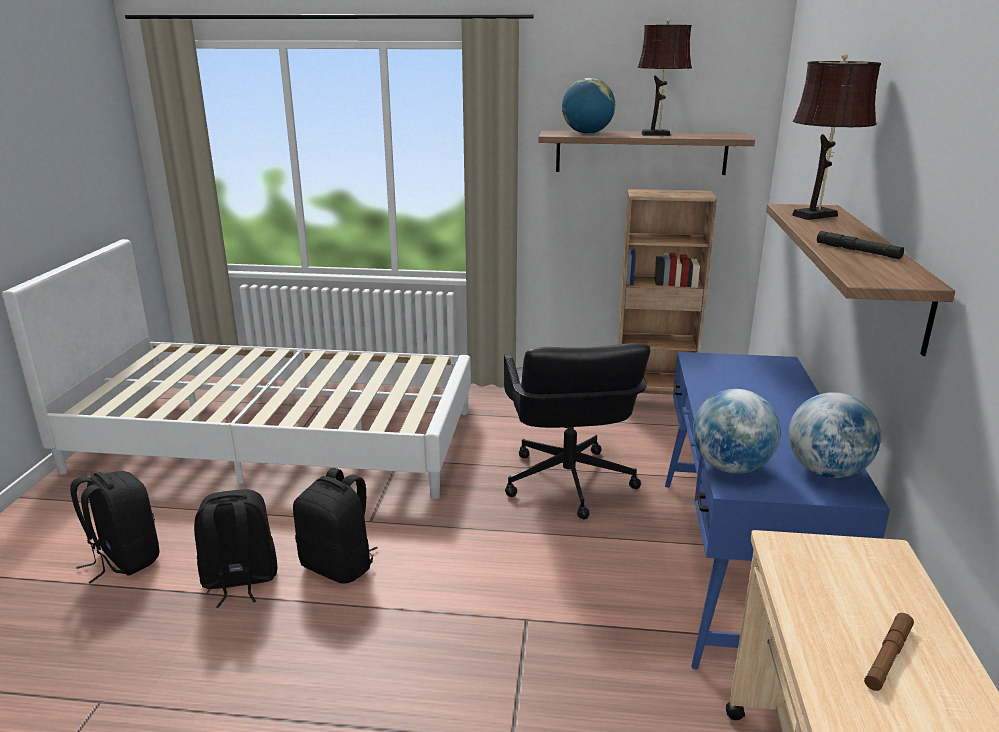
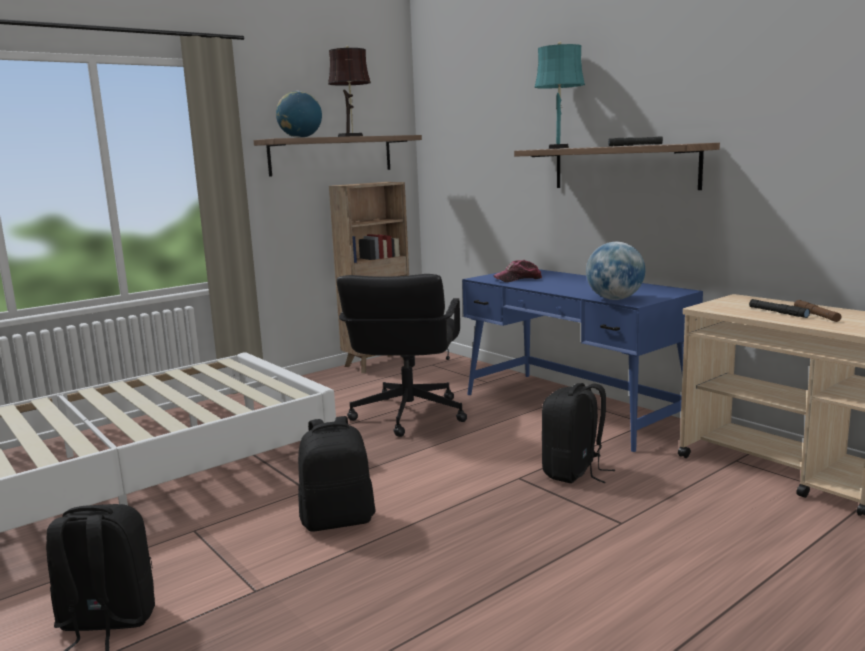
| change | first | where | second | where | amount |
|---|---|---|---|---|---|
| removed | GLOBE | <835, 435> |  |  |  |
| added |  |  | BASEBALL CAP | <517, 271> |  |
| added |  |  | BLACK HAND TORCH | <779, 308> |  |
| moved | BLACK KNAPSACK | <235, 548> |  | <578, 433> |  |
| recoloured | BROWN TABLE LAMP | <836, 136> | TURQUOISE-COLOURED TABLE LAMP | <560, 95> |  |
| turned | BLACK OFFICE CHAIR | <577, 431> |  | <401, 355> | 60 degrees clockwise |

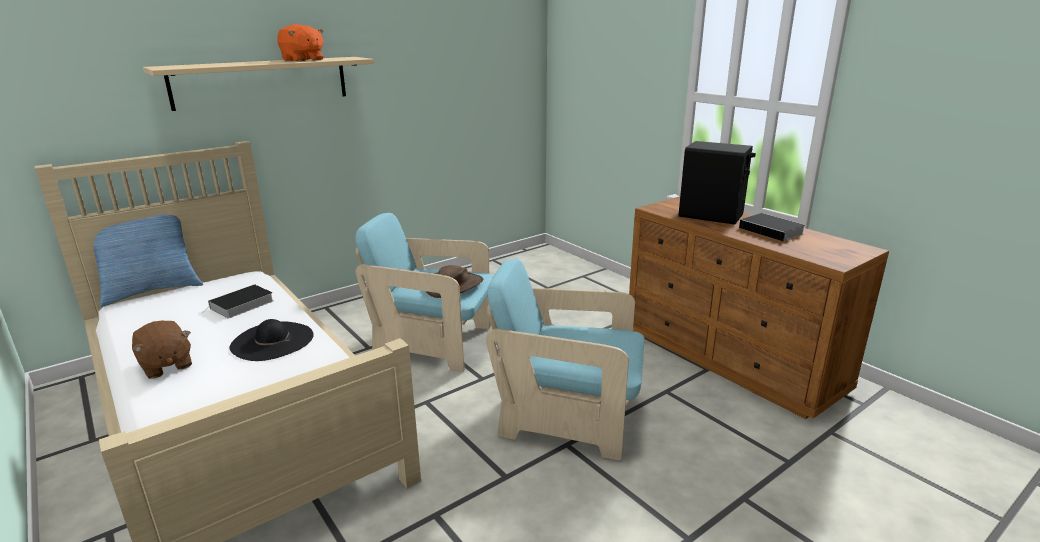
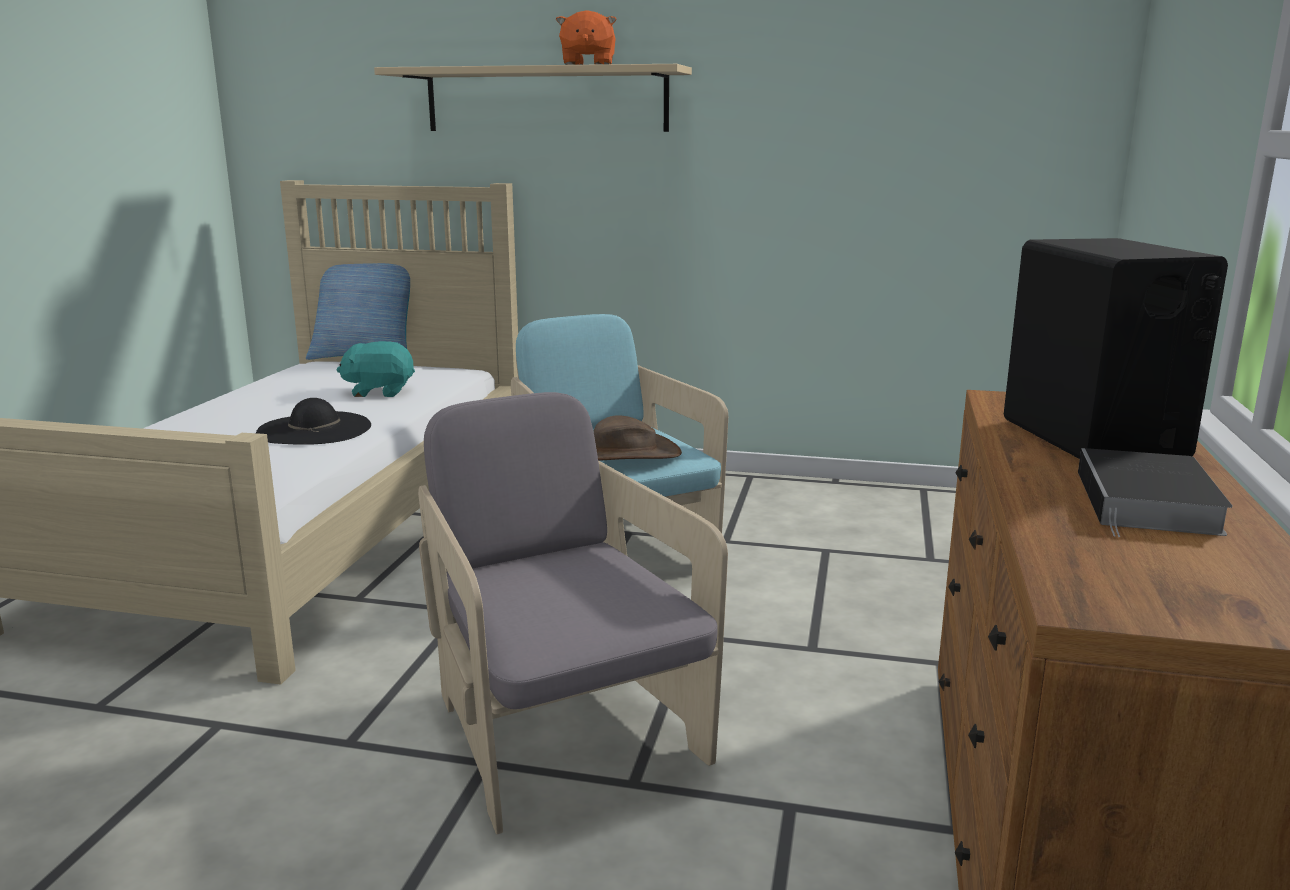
| change | first | where | second | where | amount |
|---|---|---|---|---|---|
| removed | BROWN CUDDLY TOY | <162, 350> |  |  |  |
| replaced | VOLUME | <239, 301> | TURQUOISE-COLOURED CUDDLY TOY | <376, 369> |  |
| recoloured | TURQUOISE-COLOURED ARMCHAIR | <565, 360> | GREYISH ARMCHAIR | <573, 613> |  |

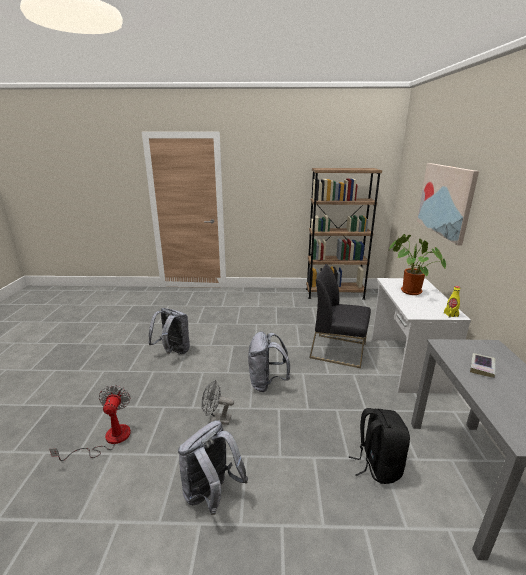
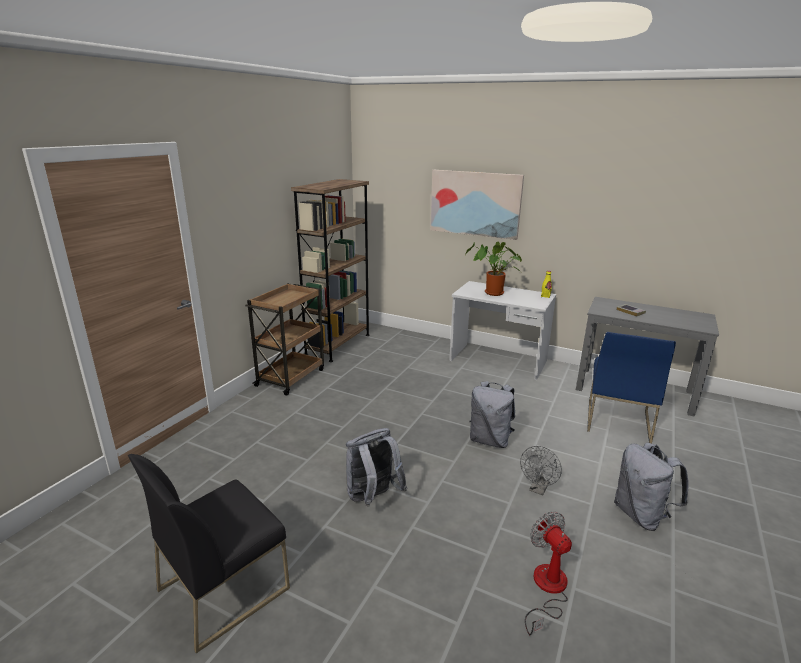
| change | first | where | second | where | amount |
|---|---|---|---|---|---|
| added |  |  | BROWN WHEELED CART | <284, 339> |  |
| moved | BLACK UPRIGHT CHAIR | <340, 316> |  | <209, 553> |  |
| replaced | BLACK KNAPSACK | <379, 446> | BLUE-COLOURED UPRIGHT CHAIR | <631, 387> |  |
| turned | ELECTRIC FAN | <90, 423> |  | <548, 573> | 45 degrees clockwise |

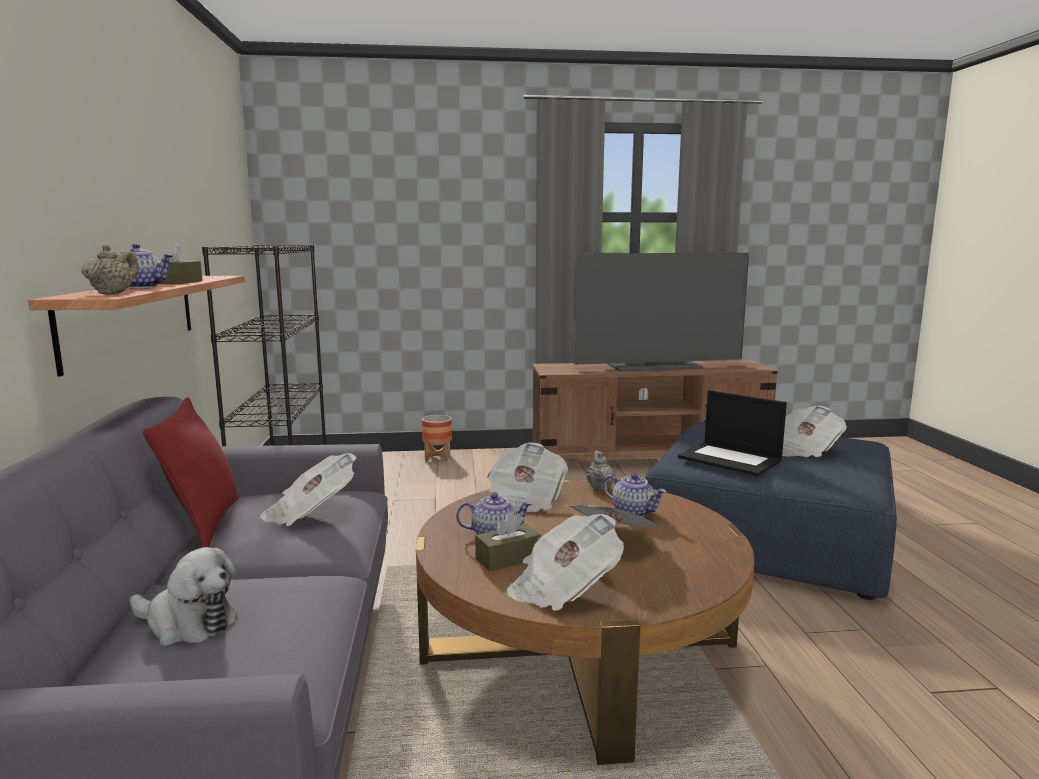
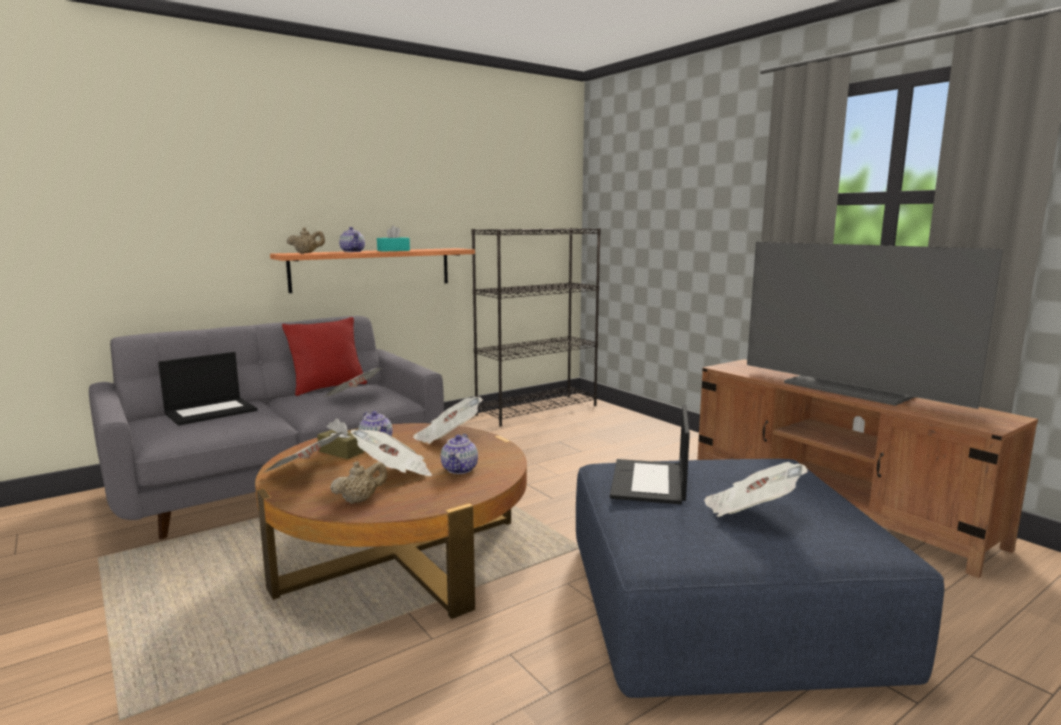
| change | first | where | second | where | amount |
|---|---|---|---|---|---|
| removed | PLANTER | <437, 438> |  |  |  |
| moved | BEIGE TEAPOT | <601, 470> |  | <358, 482> |  |
| replaced | CUDDLY TOY | <184, 596> | NOTEBOOK COMPUTER | <207, 389> |  |
| recoloured | BROWN TISSUE BOX | <181, 262> | TURQUOISE-COLOURED TISSUE BOX | <393, 239> |  |

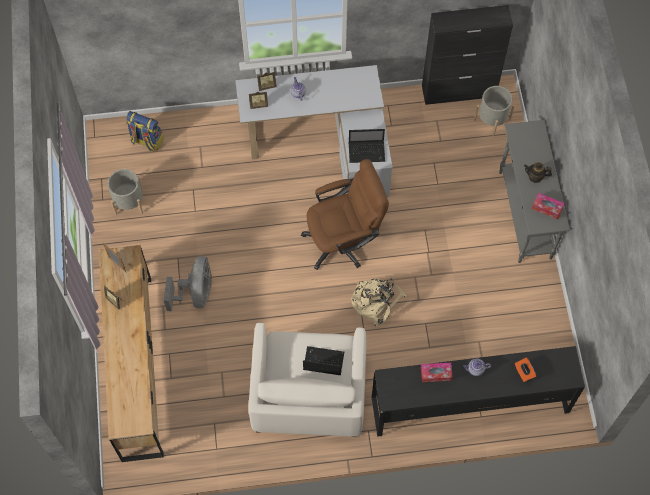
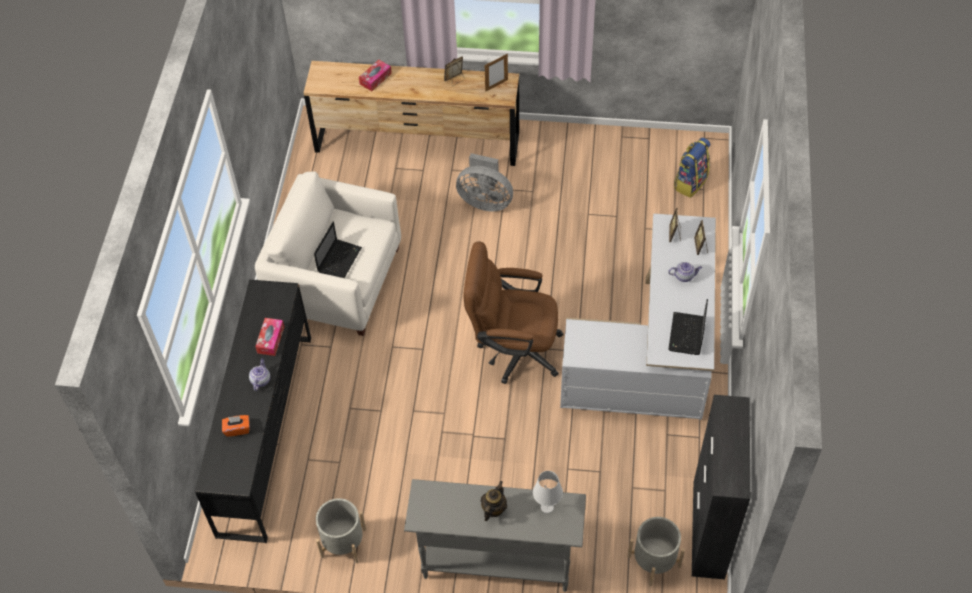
| change | first | where | second | where | amount |
|---|---|---|---|---|---|
| removed | BEIGE KNAPSACK | <378, 302> |  |  |  |
| added |  |  | WHITISH TABLE LAMP | <548, 492> |  |
| moved | GREYISH PLANTER | <125, 192> |  | <341, 530> |  |
| moved | NOTEBOOK COMPUTER | <367, 146> |  | <688, 327> |  |
| moved | TISSUE BOX | <548, 206> |  | <375, 75> |  |
| turned | BROWN OFFICE CHAIR | <345, 214> |  | <513, 313> | 105 degrees clockwise |

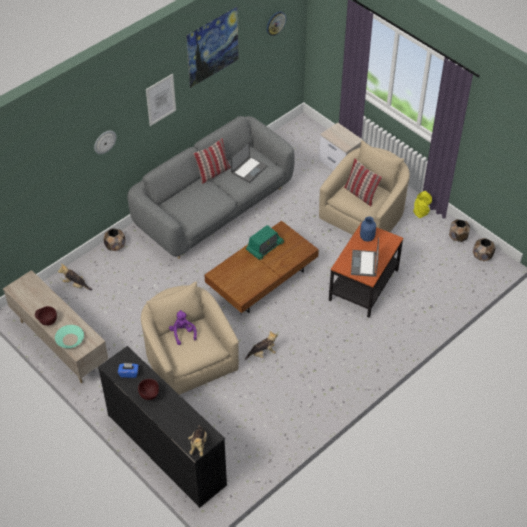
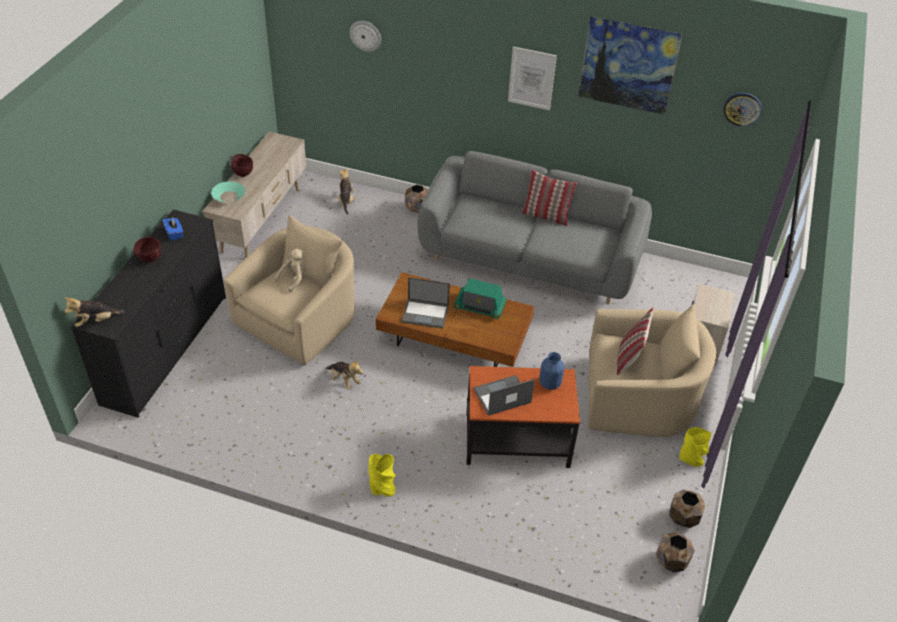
| change | first | where | second | where | amount |
|---|---|---|---|---|---|
| added |  |  | YELLOW DECORATIVE VASE | <382, 475> |  |
| moved | HANGING CLOCK | <105, 142> |  | <365, 36> |  |
| moved | NOTEBOOK COMPUTER | <249, 162> |  | <426, 302> |  |
| recoloured | PURPLISH CUDDLY TOY | <183, 327> | BEIGE CUDDLY TOY | <290, 270> |  |

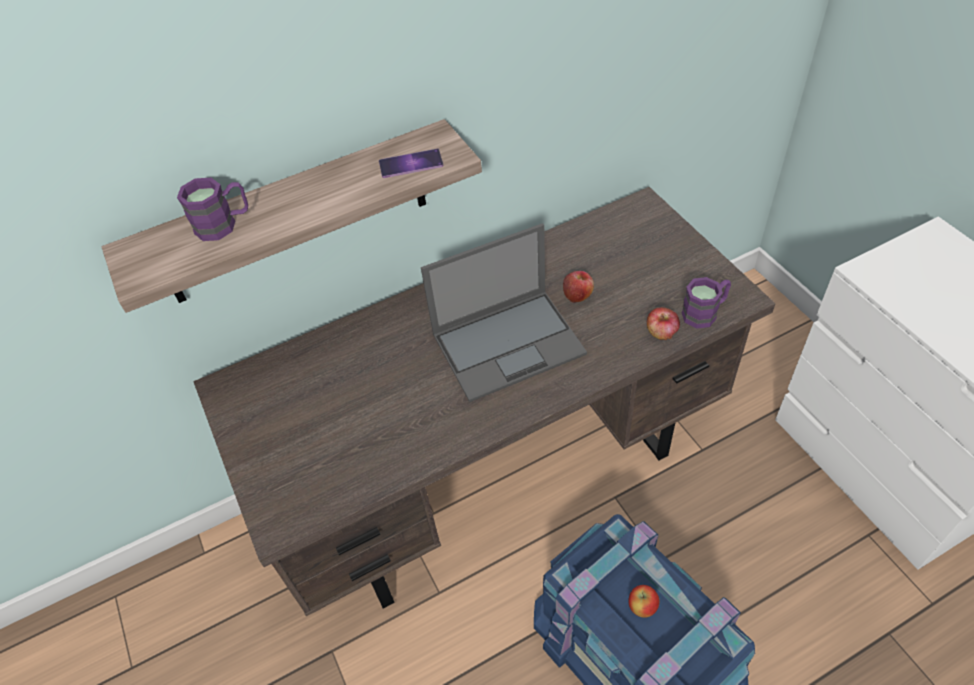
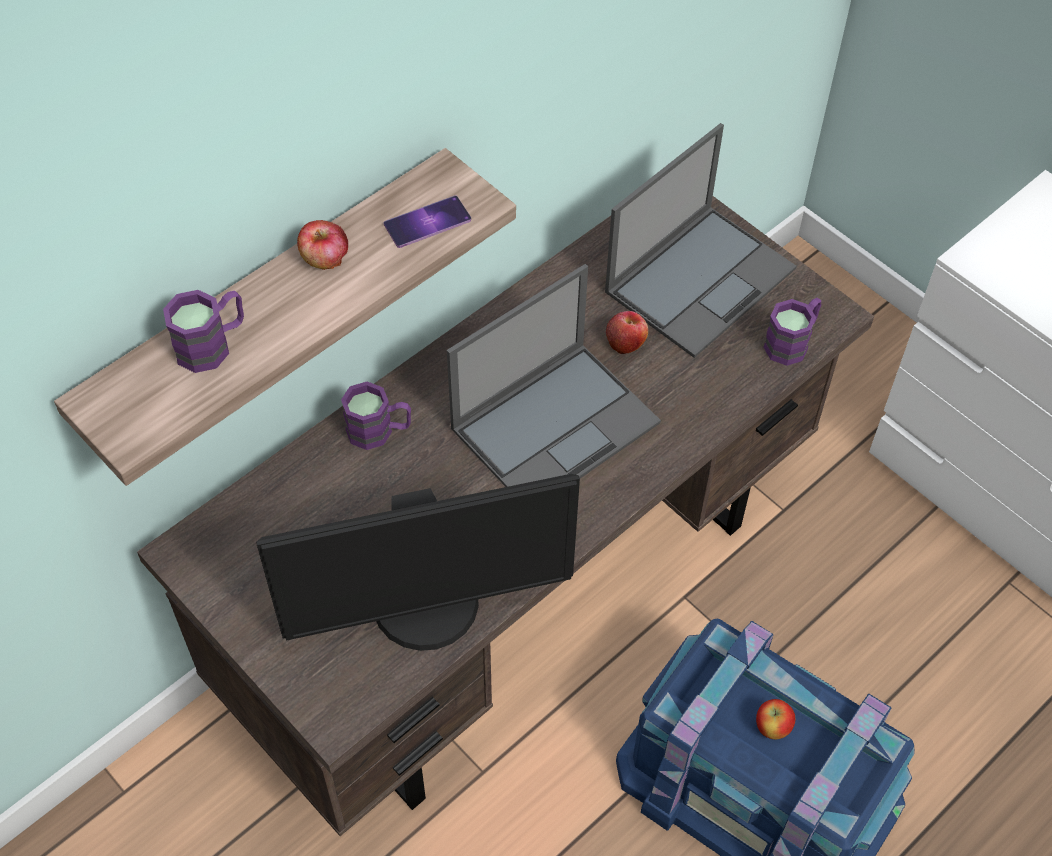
| change | first | where | second | where | amount |
|---|---|---|---|---|---|
| added |  |  | COMPUTER SCREEN | <418, 562> |  |
| added |  |  | PURPLISH TEA MUG | <376, 416> |  |
| added |  |  | NOTEBOOK COMPUTER | <701, 240> |  |
| moved | WHOLE APPLE | <663, 323> |  | <322, 245> |  |

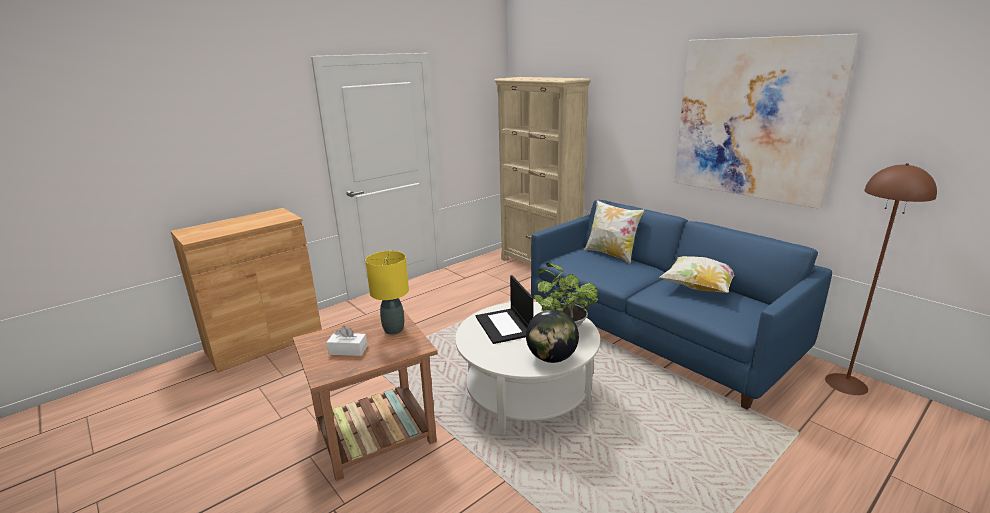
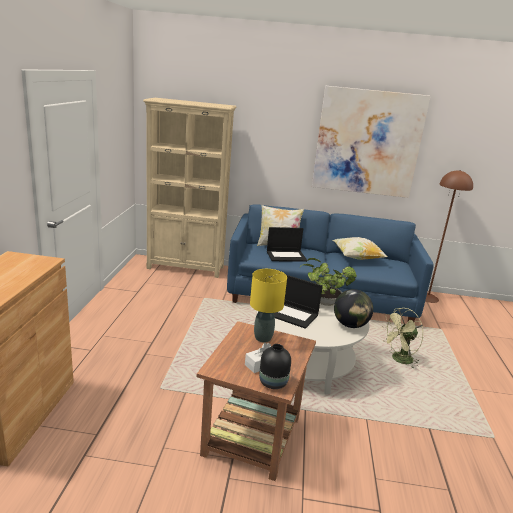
| change | first | where | second | where | amount |
|---|---|---|---|---|---|
| added |  |  | BLACK DECORATIVE VASE | <275, 366> |  |
| added |  |  | NOTEBOOK COMPUTER | <287, 244> |  |
| added |  |  | GREEN ELECTRIC FAN | <402, 338> |  |

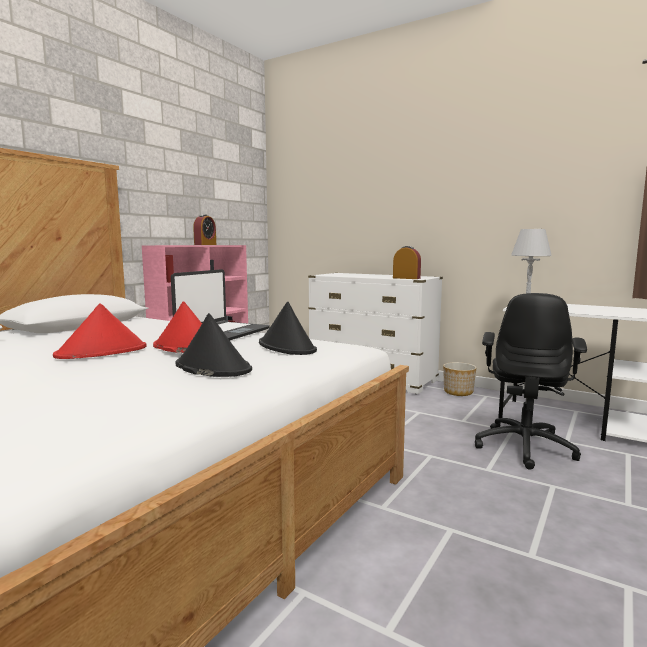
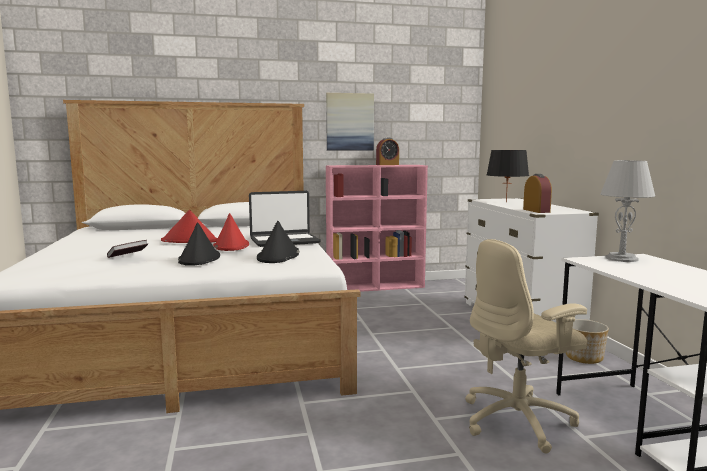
| change | first | where | second | where | amount |
|---|---|---|---|---|---|
| added |  |  | VOLUME | <127, 249> |  |
| added |  |  | PICTURE | <350, 122> |  |
| added |  |  | BLACK TABLE LAMP | <508, 176> |  |
| recoloured | BLACK OFFICE CHAIR | <531, 381> | BEIGE OFFICE CHAIR | <526, 346> |  |

